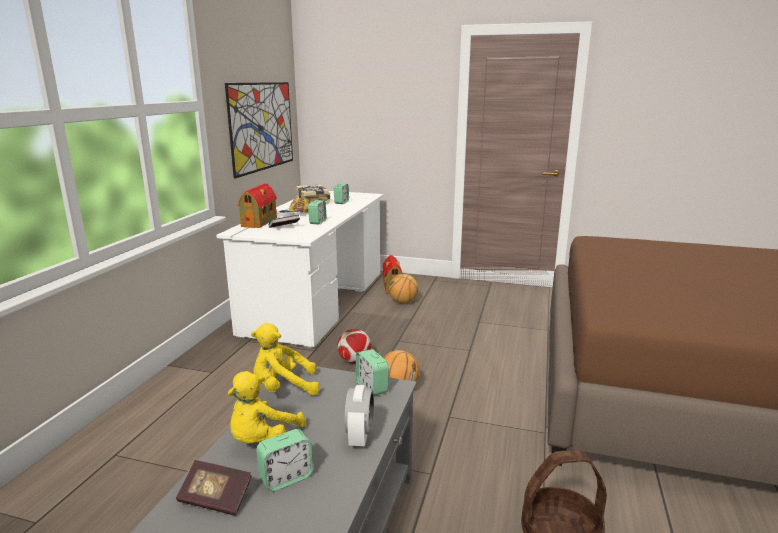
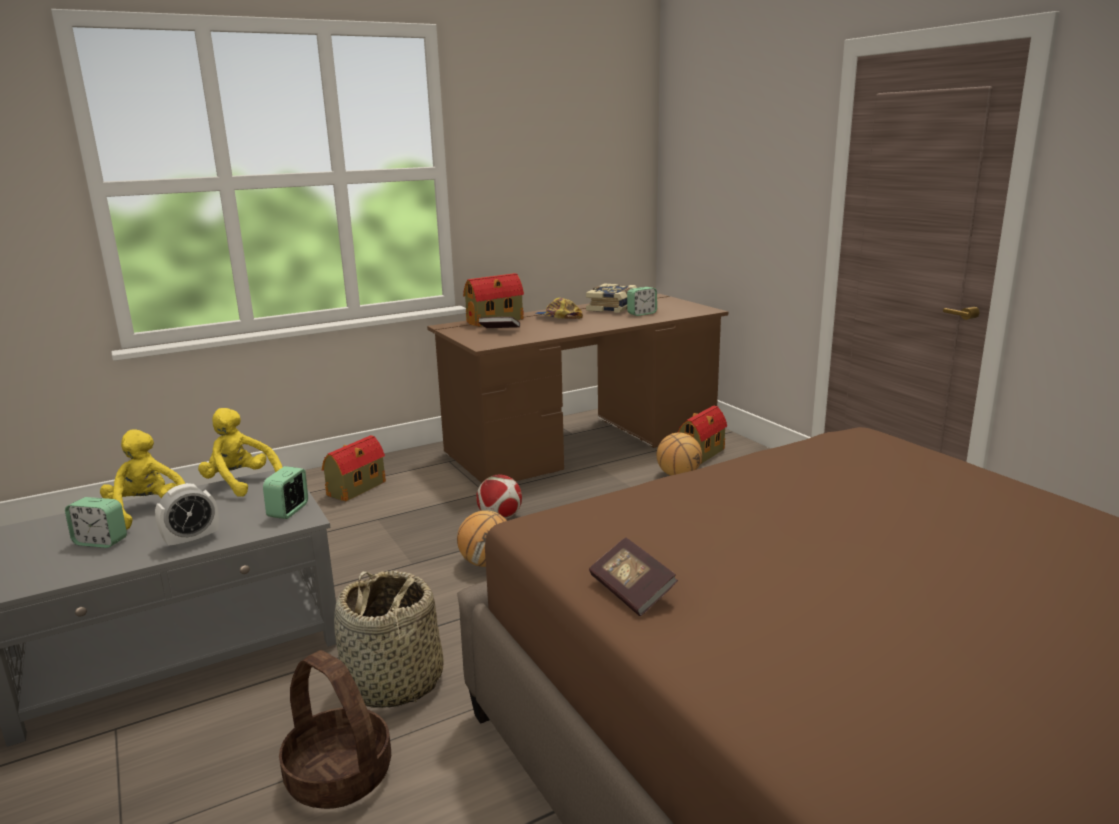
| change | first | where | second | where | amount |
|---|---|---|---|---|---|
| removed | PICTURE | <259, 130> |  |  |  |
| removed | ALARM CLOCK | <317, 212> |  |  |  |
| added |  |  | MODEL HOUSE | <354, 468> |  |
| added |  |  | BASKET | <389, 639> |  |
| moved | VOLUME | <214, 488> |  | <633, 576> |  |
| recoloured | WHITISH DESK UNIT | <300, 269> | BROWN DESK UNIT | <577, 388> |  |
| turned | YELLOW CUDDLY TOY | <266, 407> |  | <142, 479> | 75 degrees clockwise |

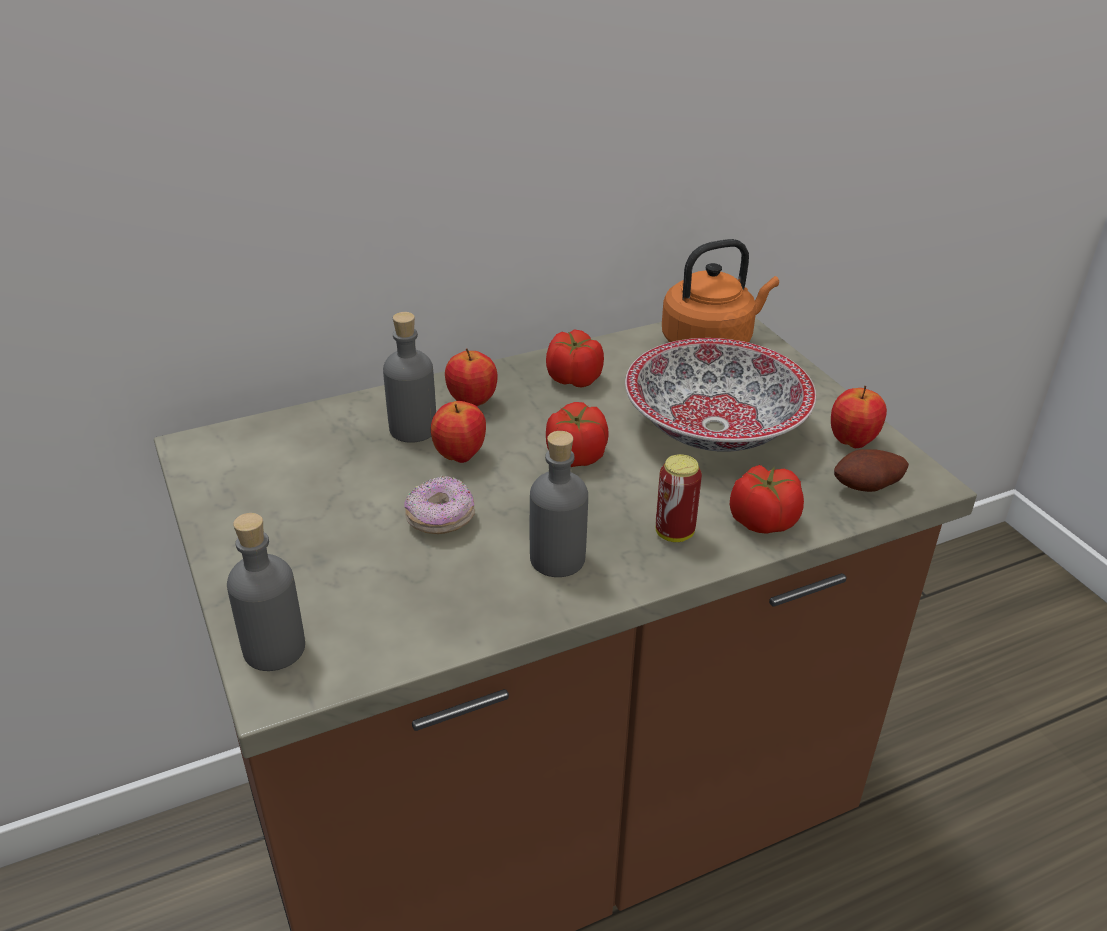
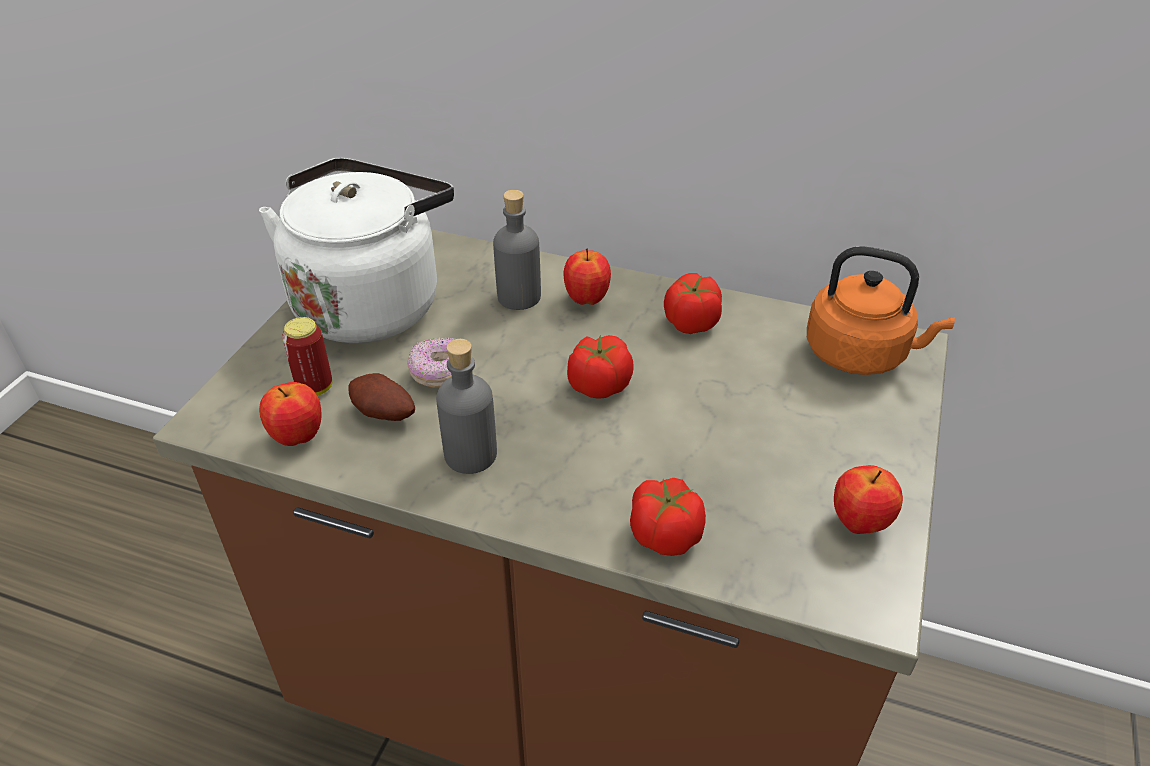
| change | first | where | second | where | amount |
|---|---|---|---|---|---|
| removed | GREYISH BEVERAGE BOTTLE | <266, 592> |  |  |  |
| removed | BOWL | <720, 395> |  |  |  |
| added |  |  | WHITISH KETTLE | <356, 250> |  |
| moved | WHOLE APPLE | <458, 432> |  | <290, 414> |  |
| moved | METAL CAN | <678, 498> |  | <307, 356> |  |
| moved | WHOLE POTATO | <871, 470> |  | <381, 397> |  |

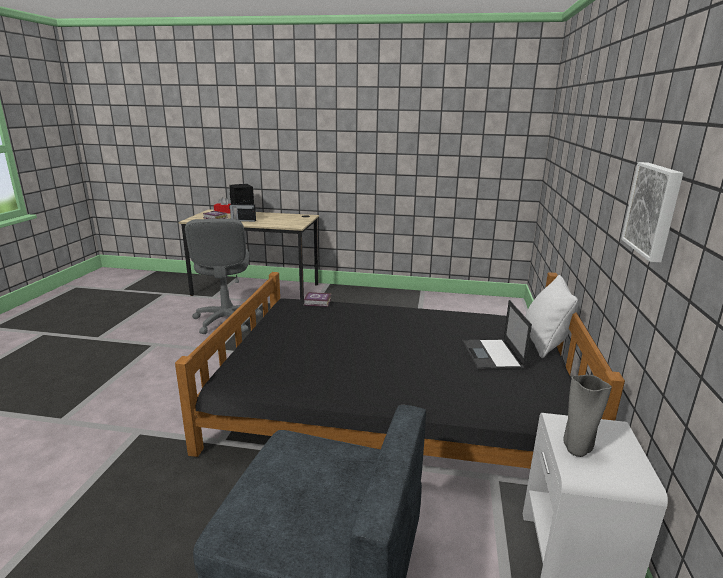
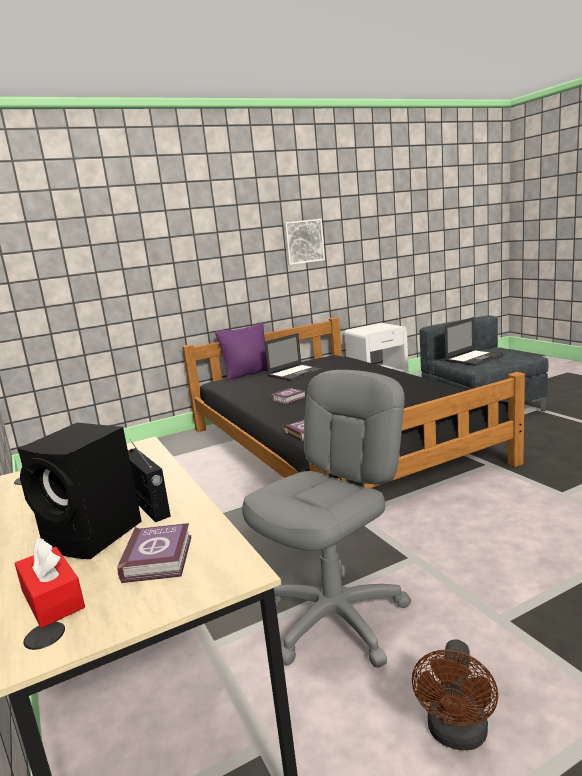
| change | first | where | second | where | amount |
|---|---|---|---|---|---|
| removed | GREYISH DECORATIVE VASE | <587, 416> |  |  |  |
| added |  |  | VOLUME | <289, 395> |  |
| added |  |  | BROWN ELECTRIC FAN | <455, 694> |  |
| added |  |  | NOTEBOOK COMPUTER | <474, 341> |  |
| recoloured | WHITISH PILLOW | <551, 316> | PURPLISH PILLOW | <241, 351> |  |

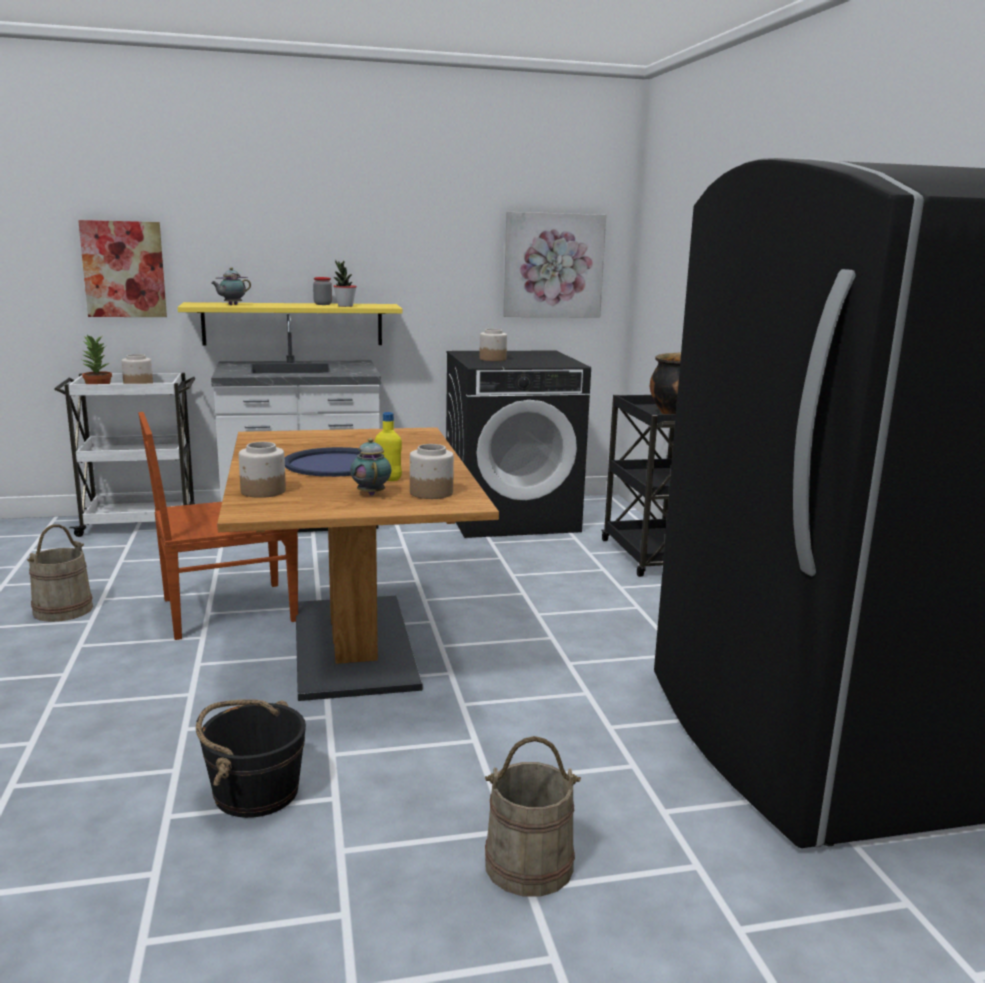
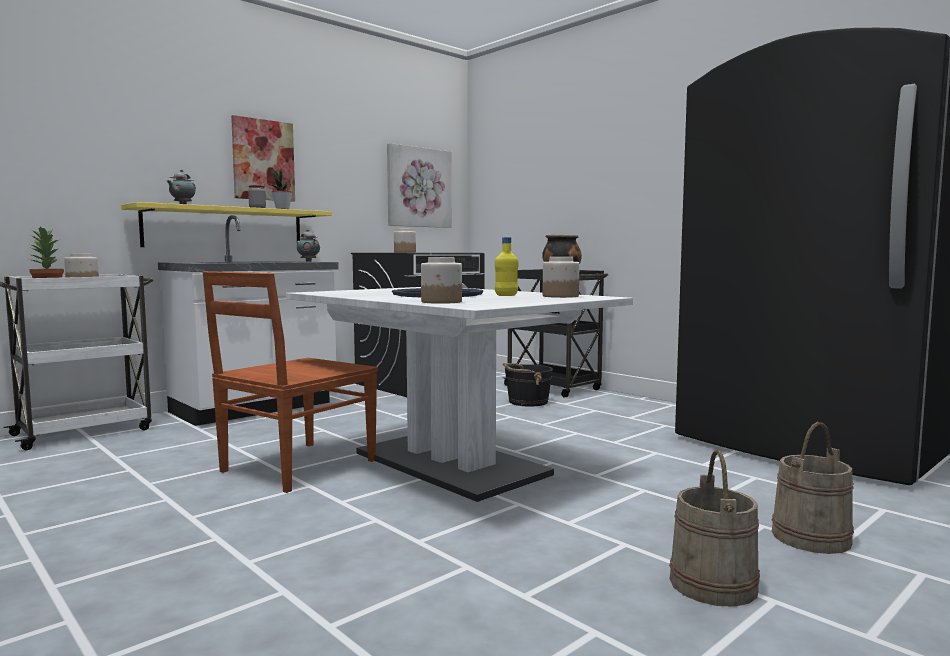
| change | first | where | second | where | amount |
|---|---|---|---|---|---|
| moved | BEIGE WATER BUCKET | <60, 573> |  | <714, 528> |  |
| moved | PICTURE | <122, 268> |  | <263, 158> |  |
| moved | BLACK WATER BUCKET | <251, 758> |  | <528, 385> |  |
| moved | TEAPOT | <370, 467> |  | <308, 245> |  |
| recoloured | BROWN DINING TABLE | <358, 564> | WHITISH DINING TABLE | <459, 394> |  |

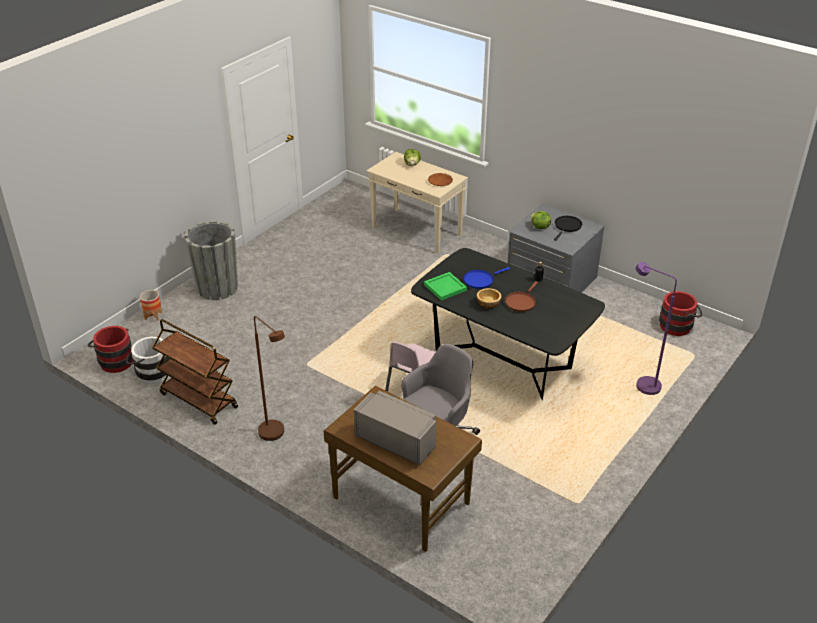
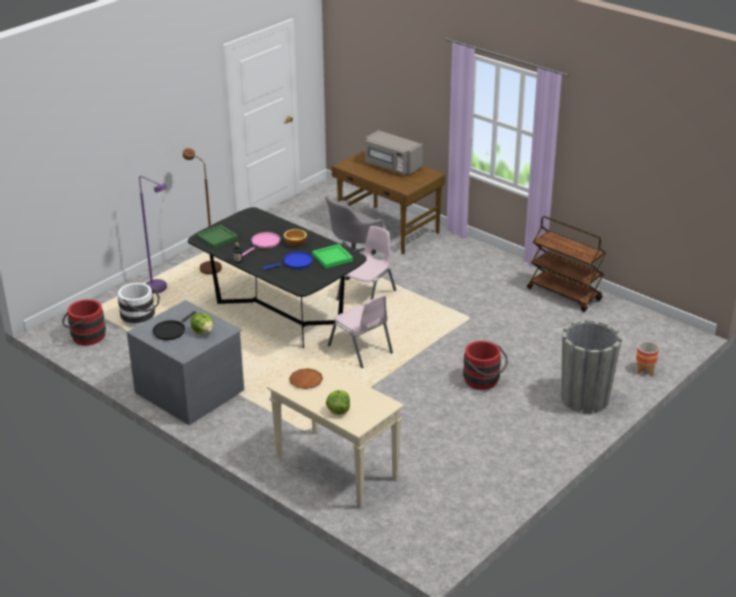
| change | first | where | second | where | amount |
|---|---|---|---|---|---|
| added |  |  | GREEN CARRYING TRAY | <217, 237> |  |
| added |  |  | PINK UPRIGHT CHAIR | <360, 331> |  |
| moved | RED WATER BUCKET | <110, 349> |  | <485, 365> |  |
| moved | WHITISH WATER BUCKET | <147, 361> |  | <139, 305> |  |
| moved | BROWN FLOOR LAMP | <269, 378> |  | <202, 211> |  |
| recoloured | BROWN PAN | <521, 296> | PINK PAN | <261, 244> |  |

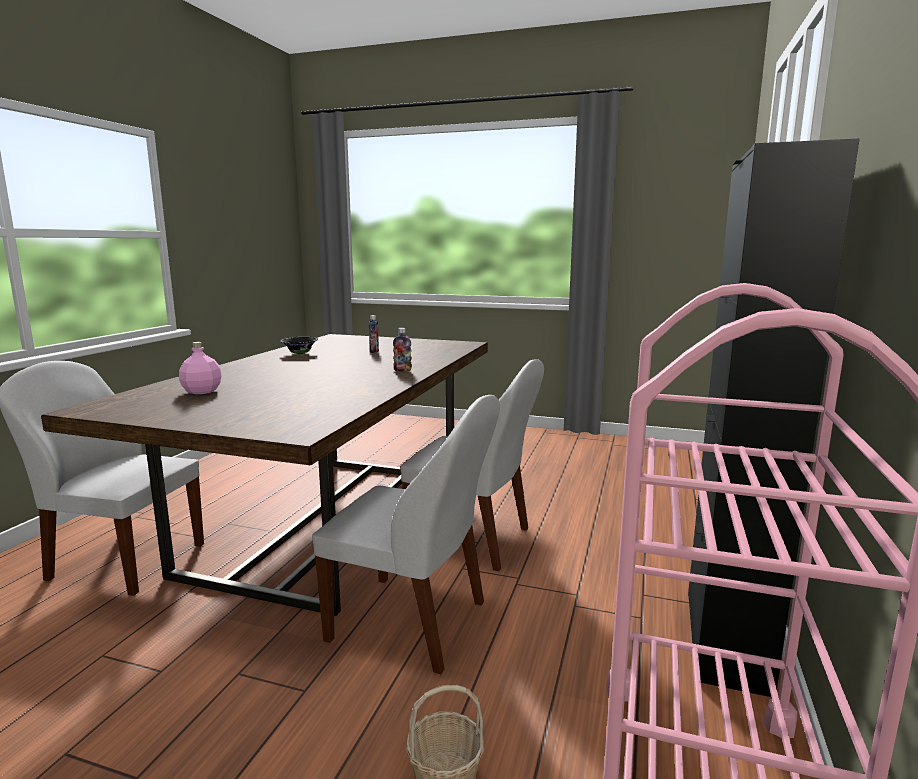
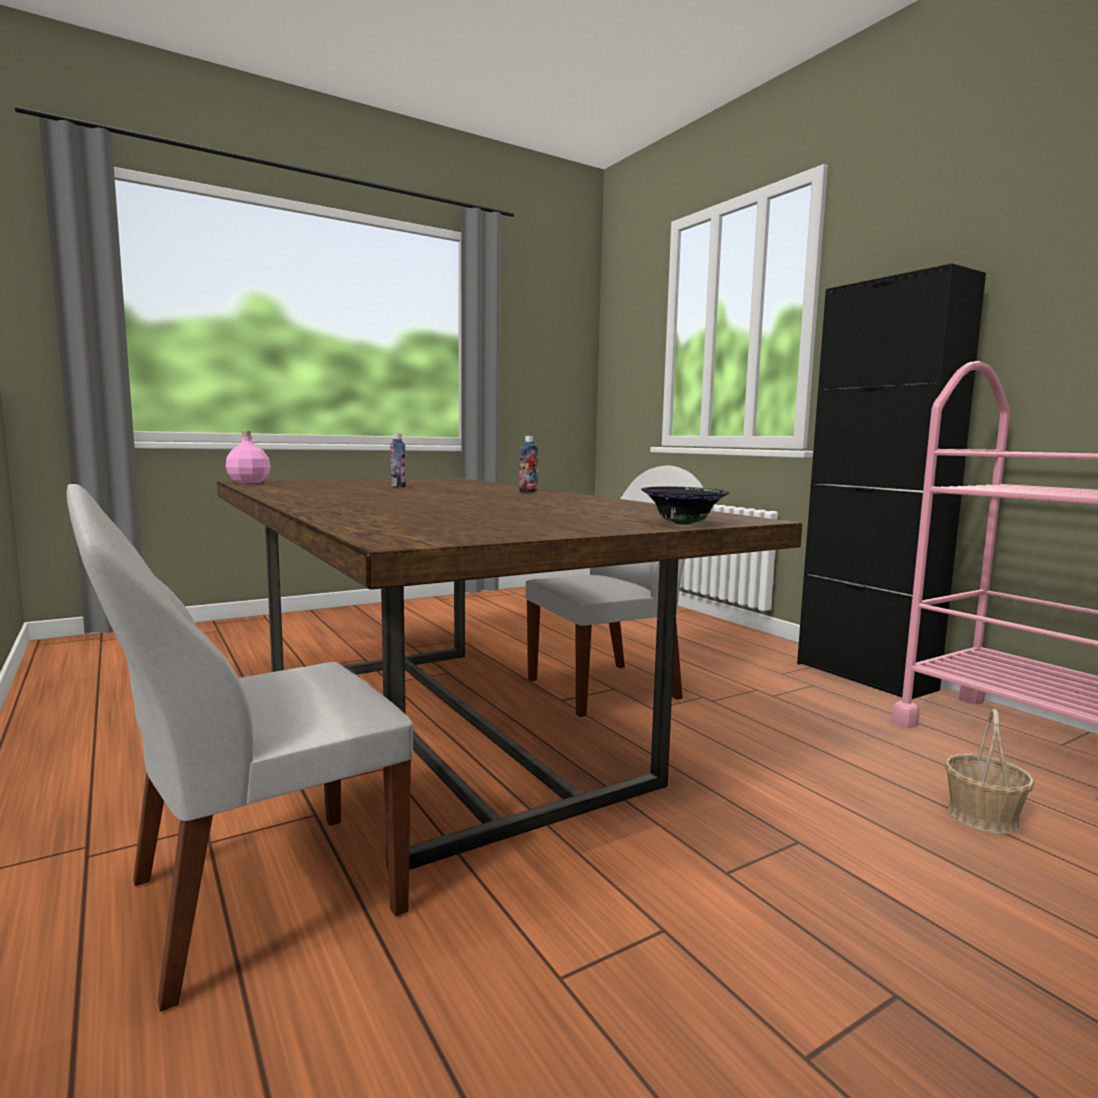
| change | first | where | second | where | amount |
|---|---|---|---|---|---|
| removed | WHITISH UPRIGHT CHAIR | <406, 534> |  |  |  |
| moved | PINK BEVERAGE BOTTLE | <200, 368> |  | <248, 457> |  |
| moved | BLACK BOWL | <299, 345> |  | <685, 505> |  |

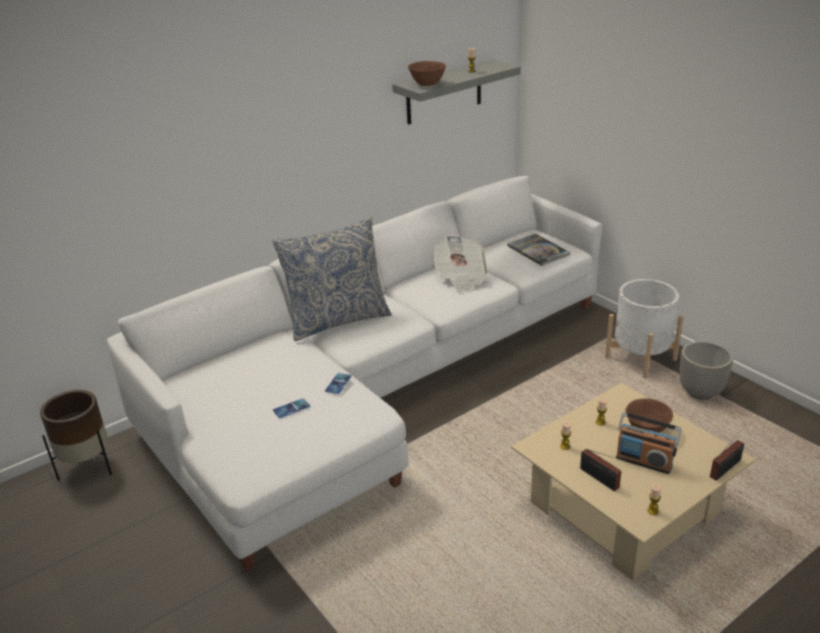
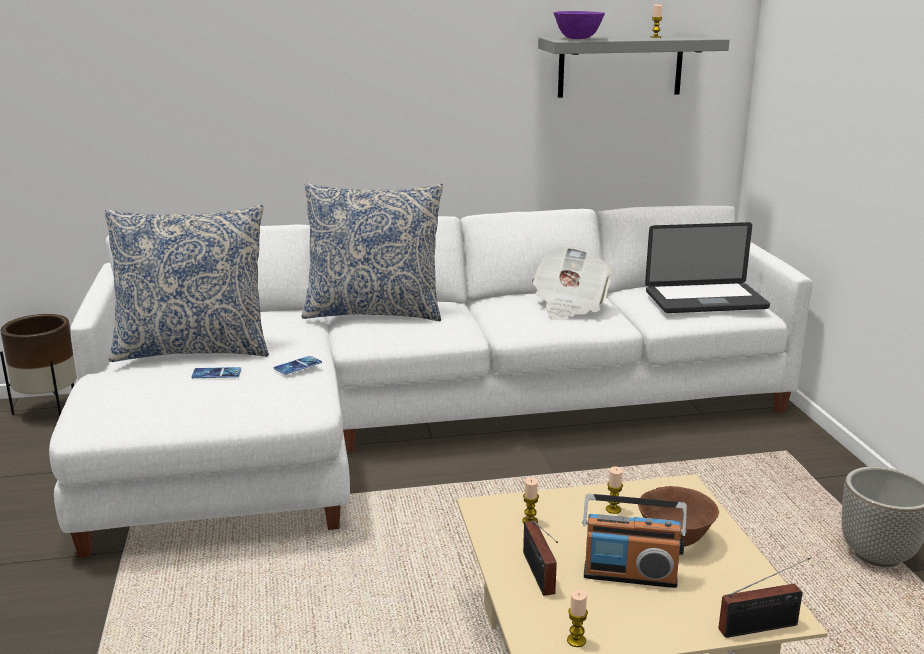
| change | first | where | second | where | amount |
|---|---|---|---|---|---|
| removed | WHITISH PLANTER | <644, 329> |  |  |  |
| added |  |  | PILLOW | <187, 283> |  |
| replaced | VOLUME | <539, 250> | NOTEBOOK COMPUTER | <707, 267> |  |
| recoloured | BROWN BOWL | <427, 73> | PURPLISH BOWL | <579, 25> |  |
| turned | RADIO | <648, 443> |  | <634, 541> | 45 degrees counterclockwise |

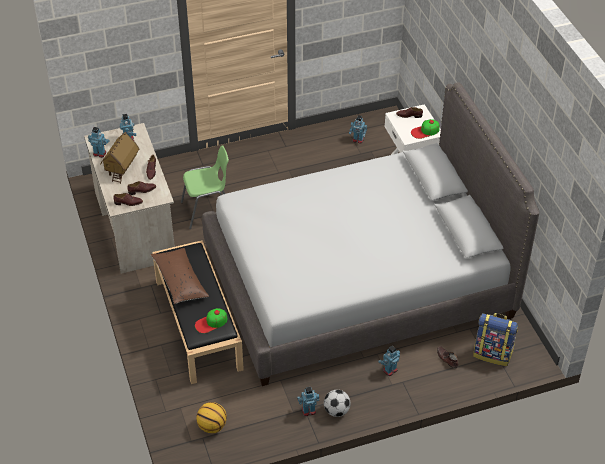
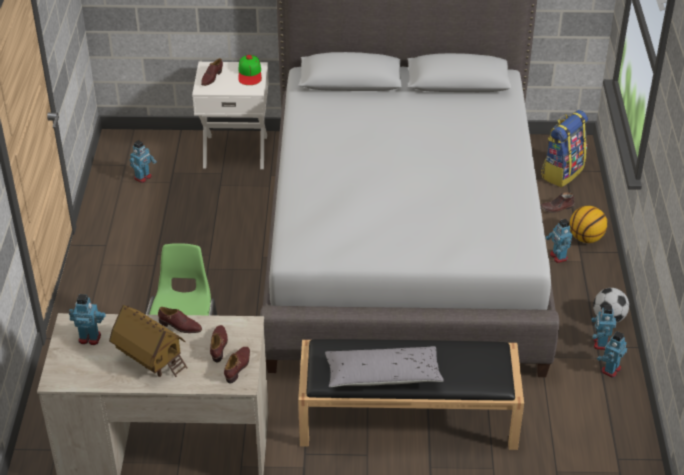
| change | first | where | second | where | amount |
|---|---|---|---|---|---|
| removed | BASEBALL CAP | <211, 320> |  |  |  |
| moved | TOY ROBOT | <98, 142> |  | <612, 354> |  |
| moved | BASKETBALL BALL | <211, 417> |  | <588, 224> |  |
| recoloured | BROWN PILLOW | <179, 276> | GREYISH PILLOW | <384, 366> |  |

